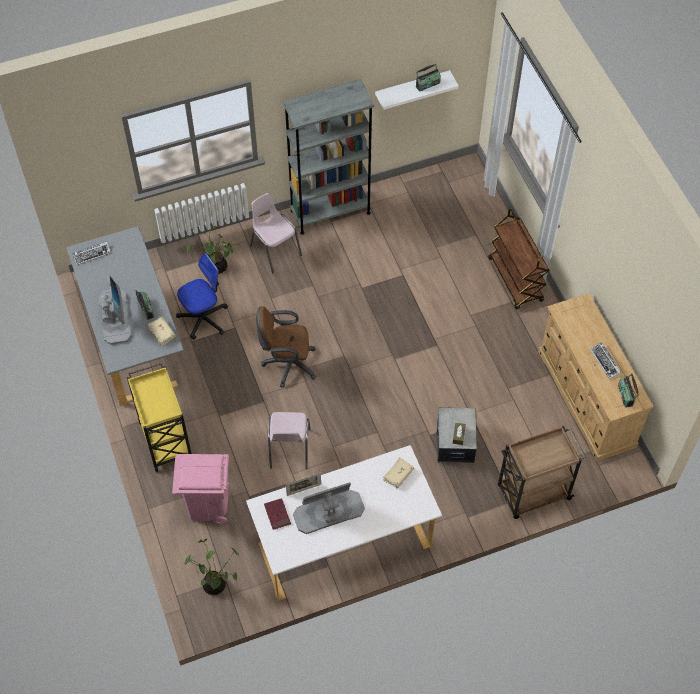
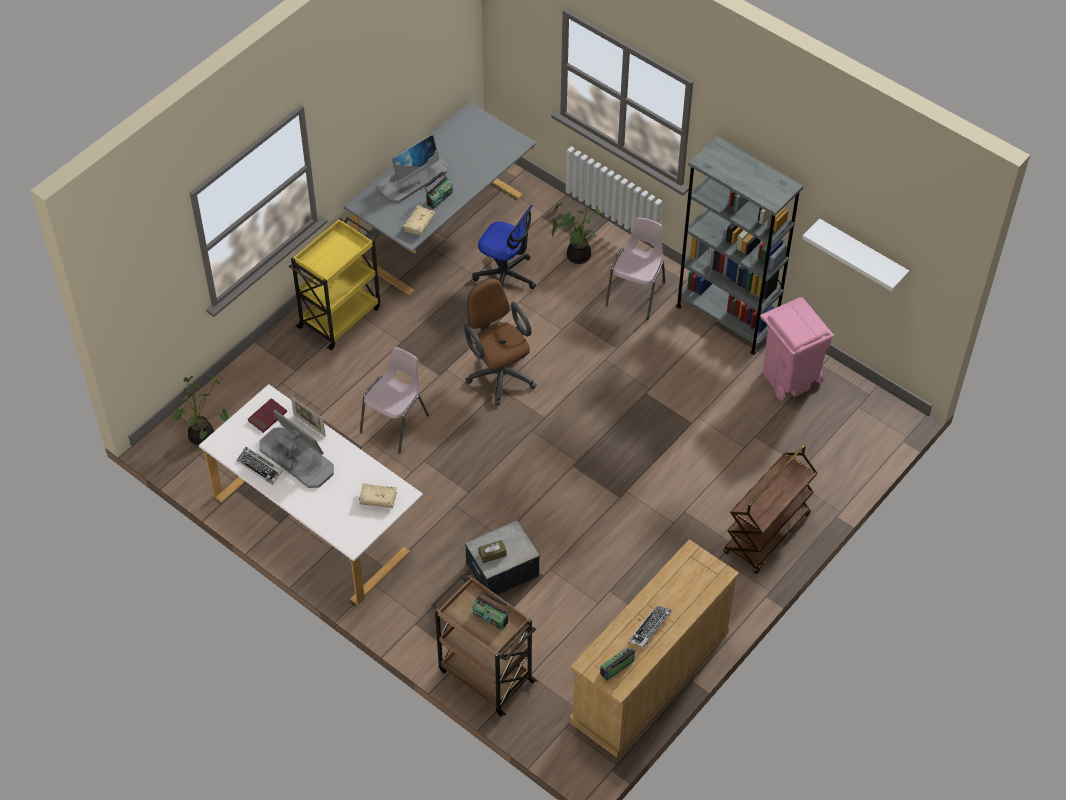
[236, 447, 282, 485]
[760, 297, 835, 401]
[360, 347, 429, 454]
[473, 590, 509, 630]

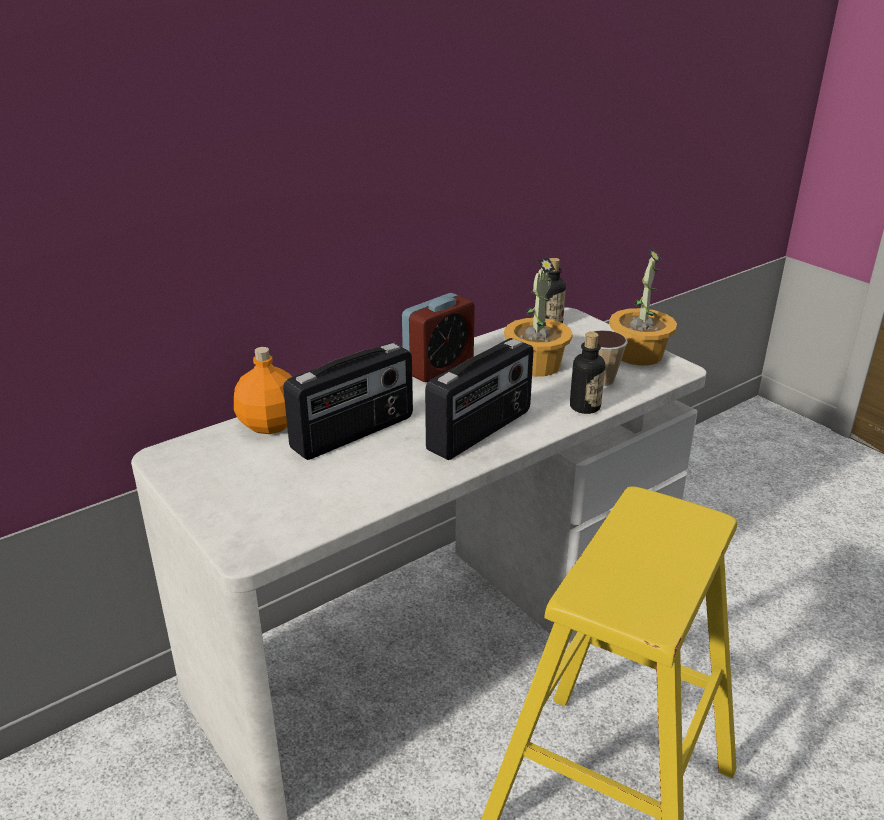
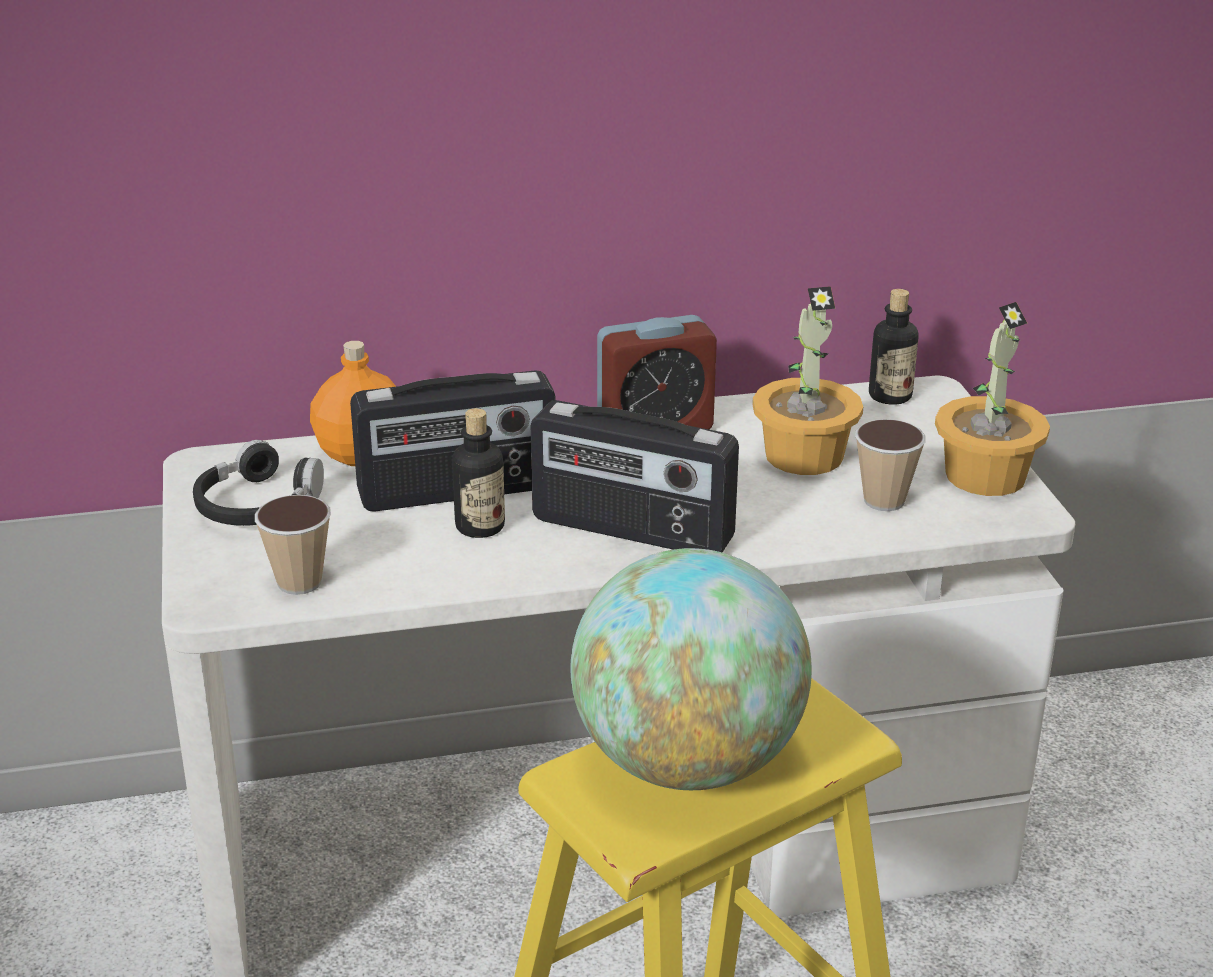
[531, 400, 739, 552]
[452, 408, 505, 538]
[193, 440, 324, 526]
[255, 495, 331, 595]
[571, 548, 812, 790]

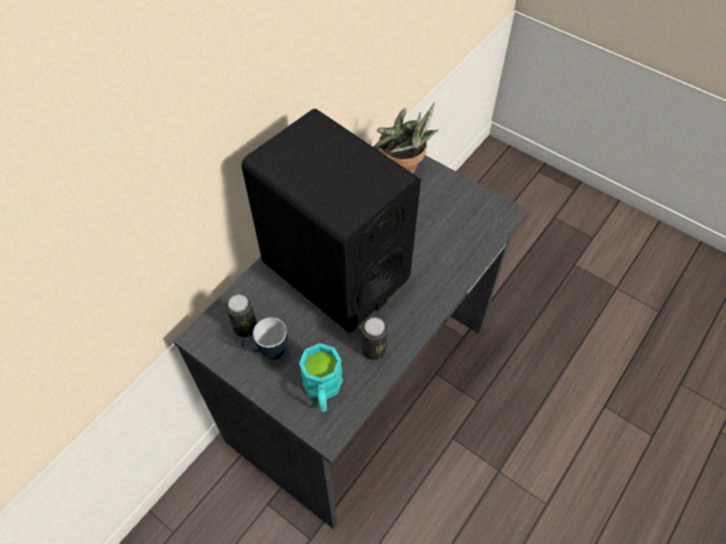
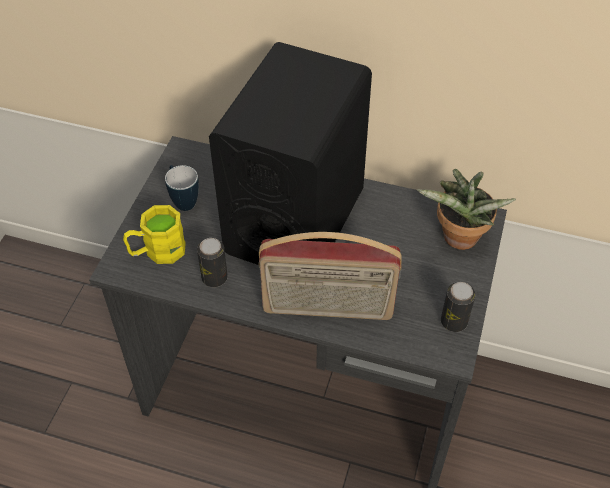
[441, 282, 475, 332]
[123, 205, 186, 264]
[258, 232, 402, 320]

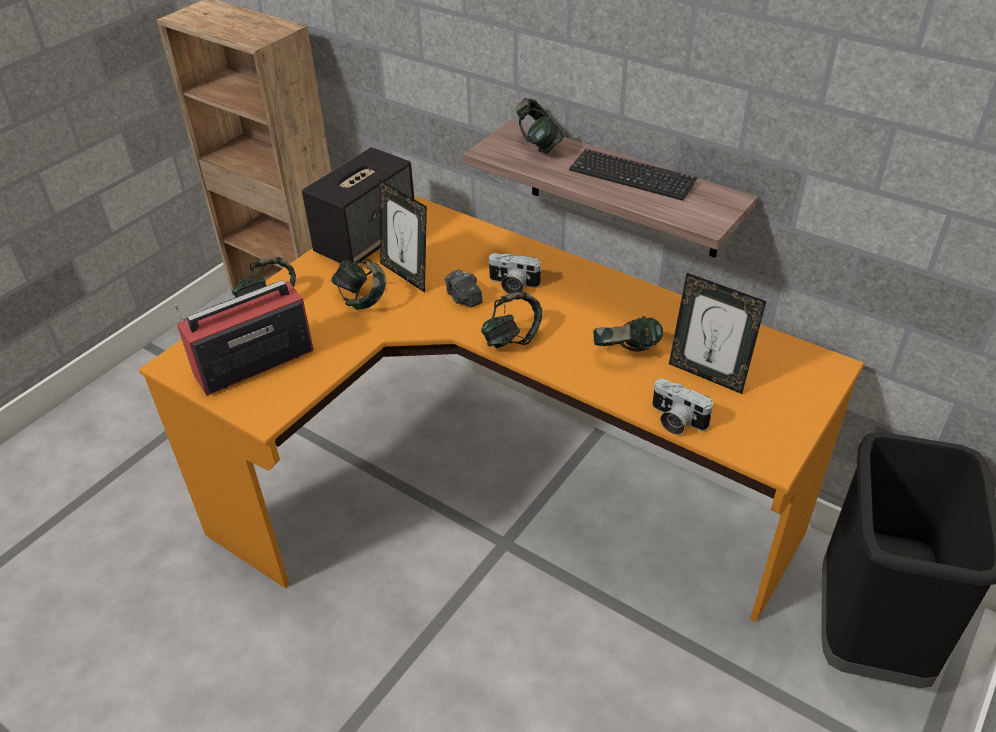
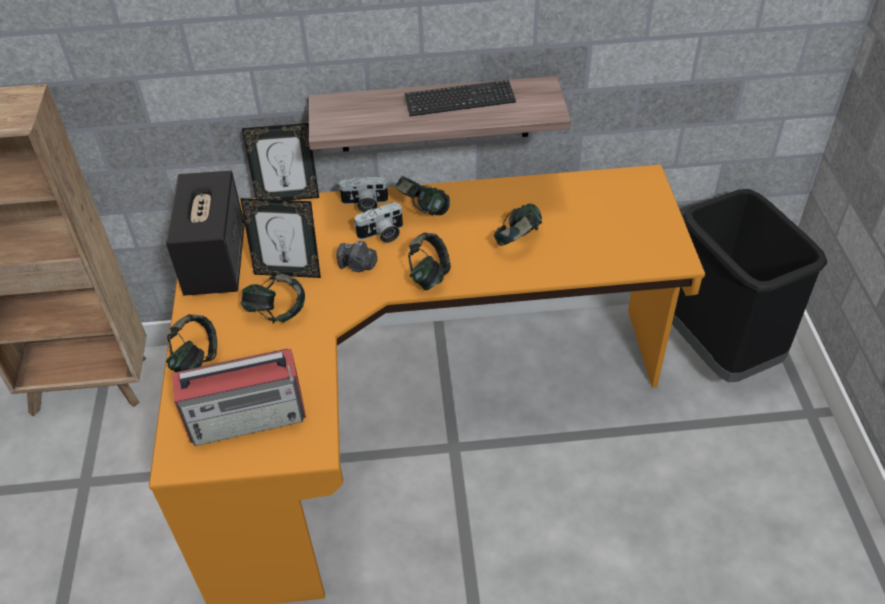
[172, 349, 306, 446]
[395, 176, 450, 216]
[338, 176, 389, 213]
[242, 123, 319, 200]

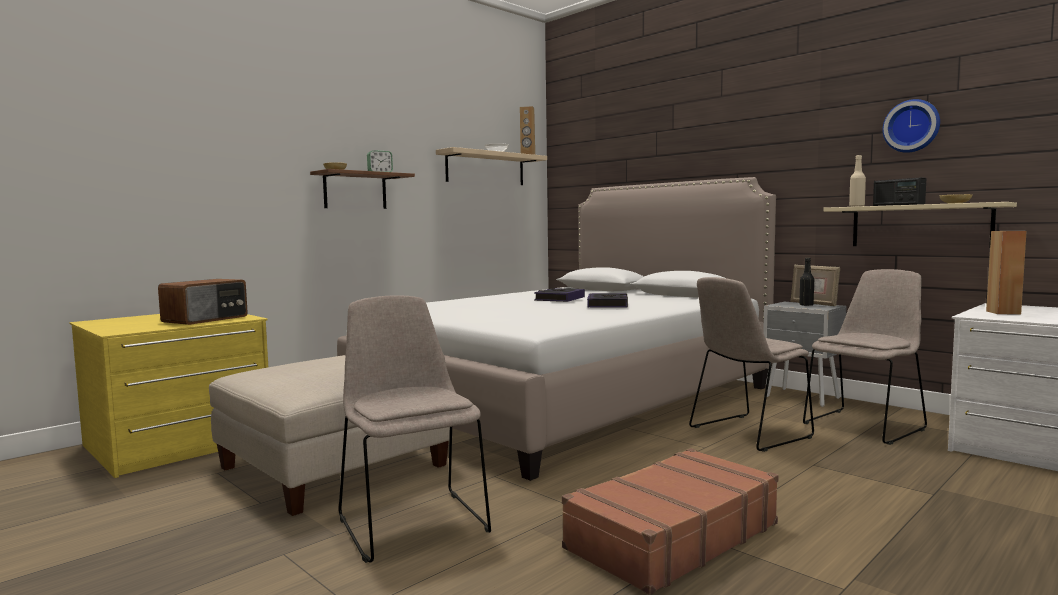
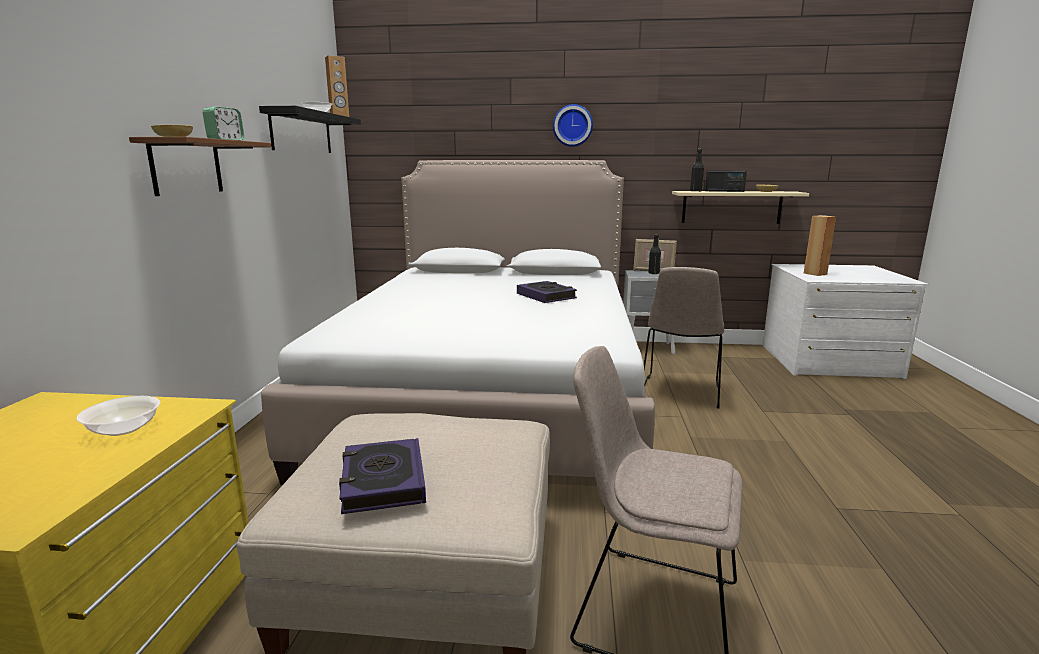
[77, 396, 160, 436]
[259, 106, 361, 153]
[339, 438, 426, 514]
[562, 448, 779, 595] (first image)
[803, 269, 927, 445] (first image)
[690, 149, 704, 191]
[553, 104, 593, 147]

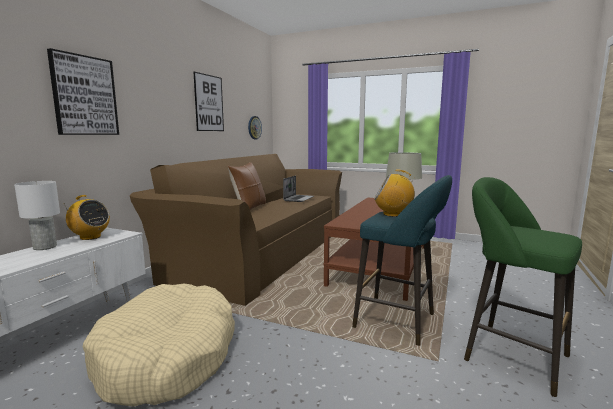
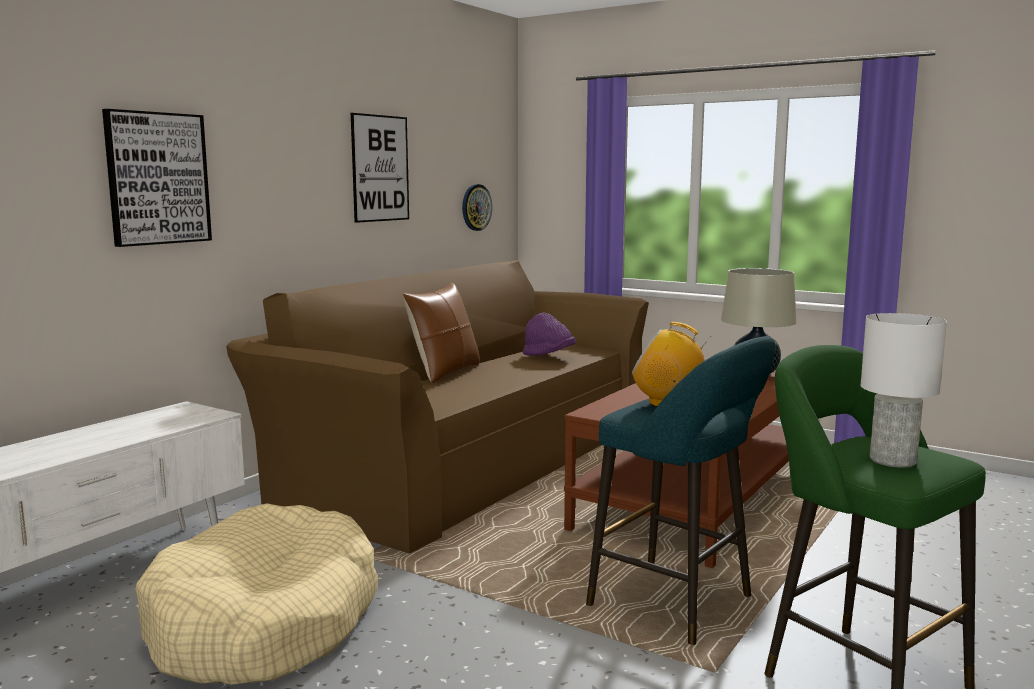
[861, 313, 947, 468]
[63, 195, 110, 240] (first image)
[523, 313, 576, 356]

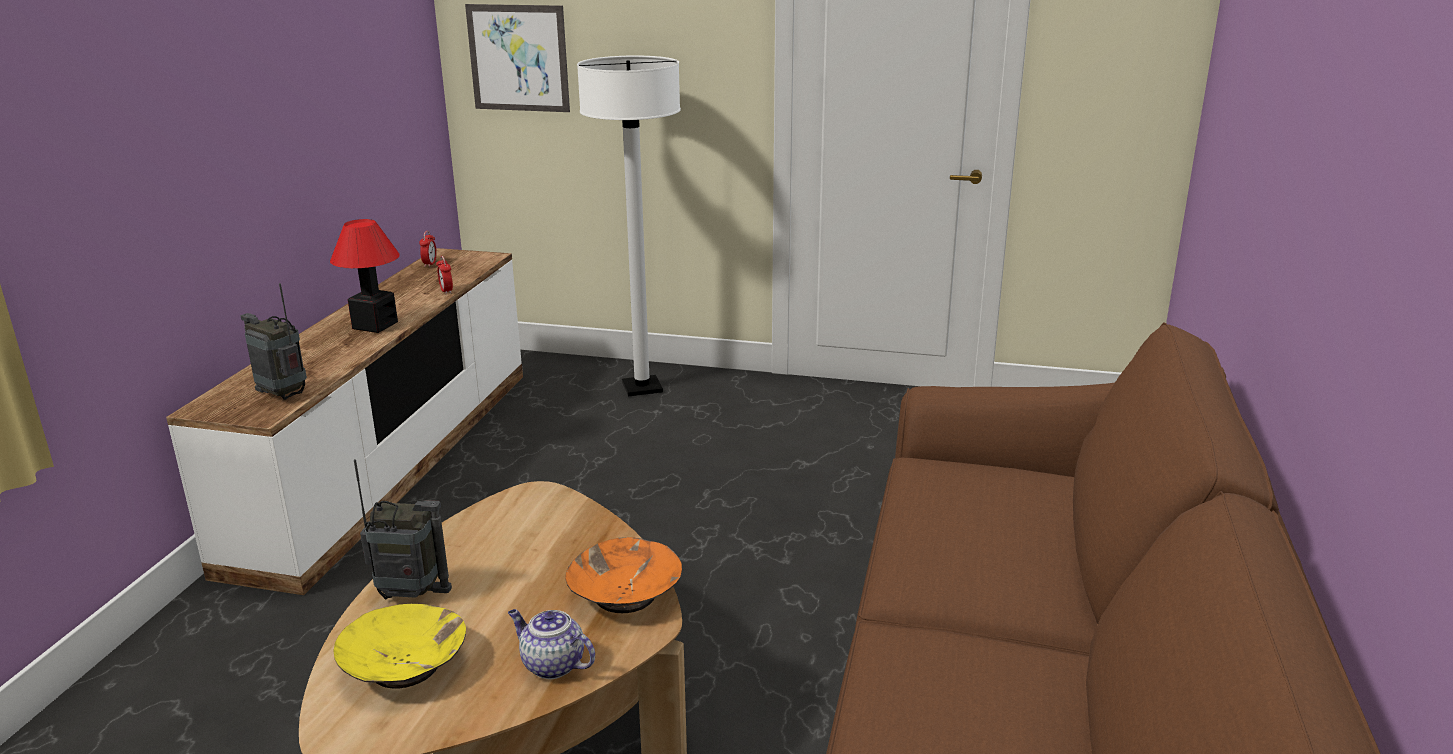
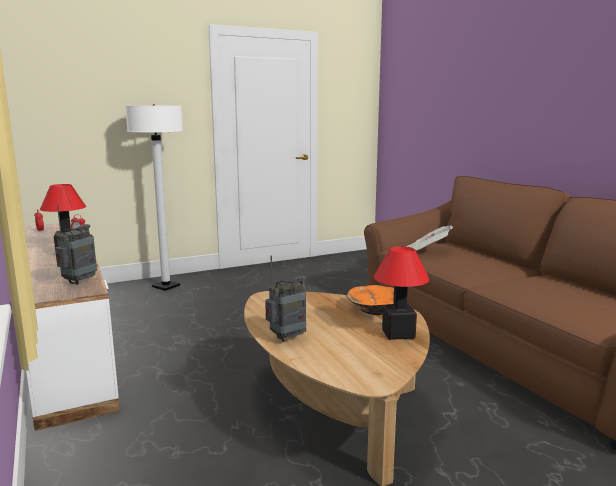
[55, 204, 97, 285]
[333, 604, 466, 688] (first image)
[465, 4, 570, 112] (first image)
[374, 246, 429, 340]
[406, 226, 453, 251]

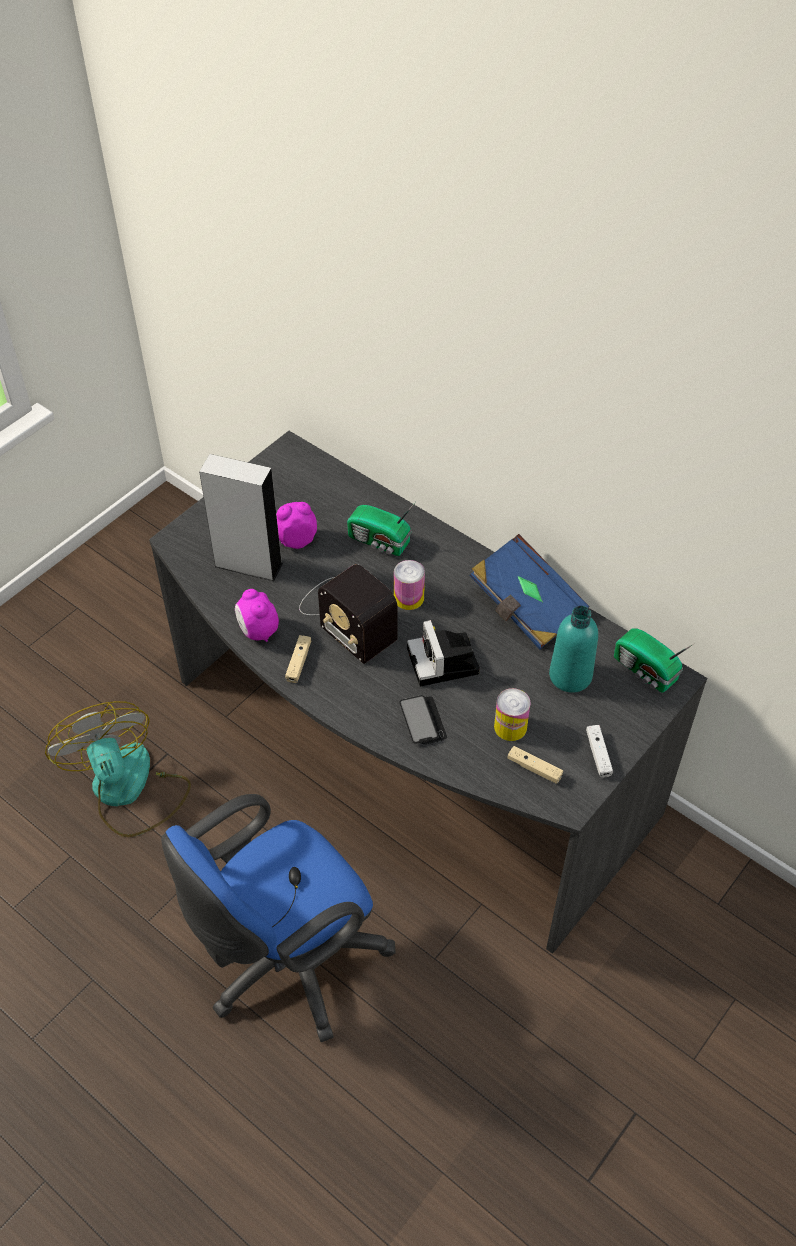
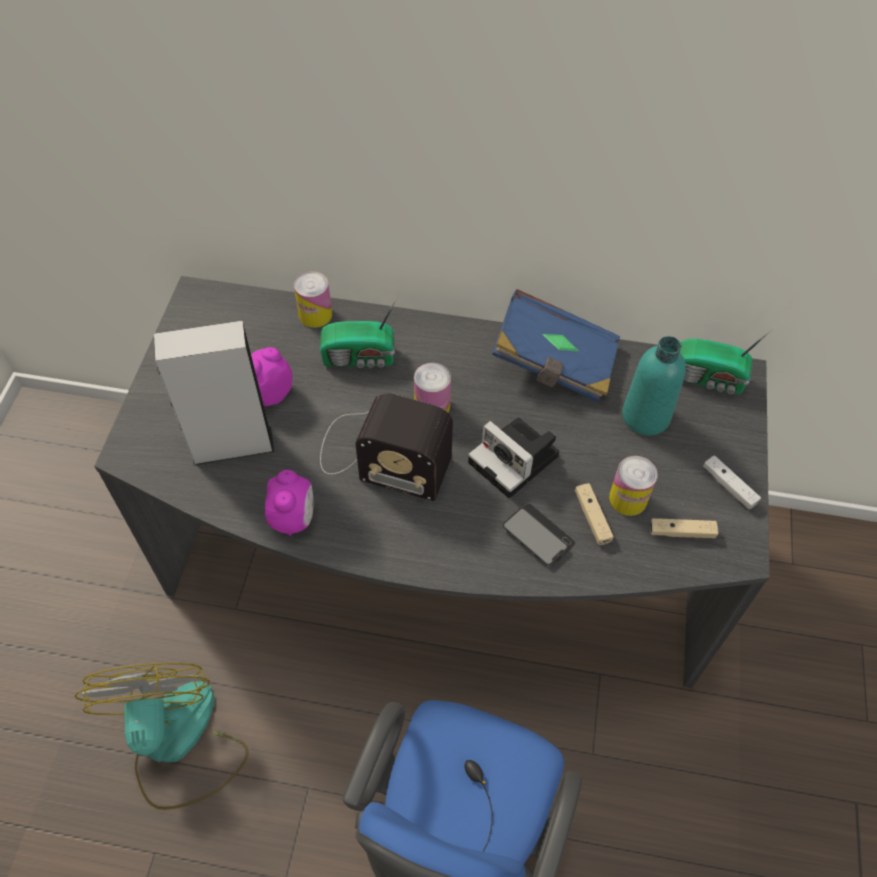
[74, 663, 249, 810]
[265, 470, 314, 536]
[575, 483, 614, 545]
[294, 271, 332, 328]

